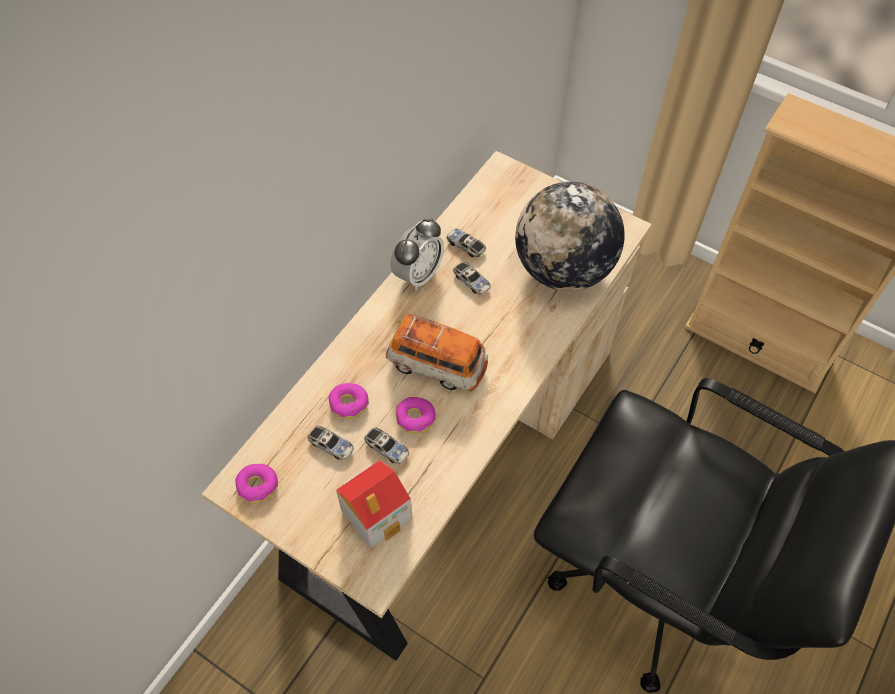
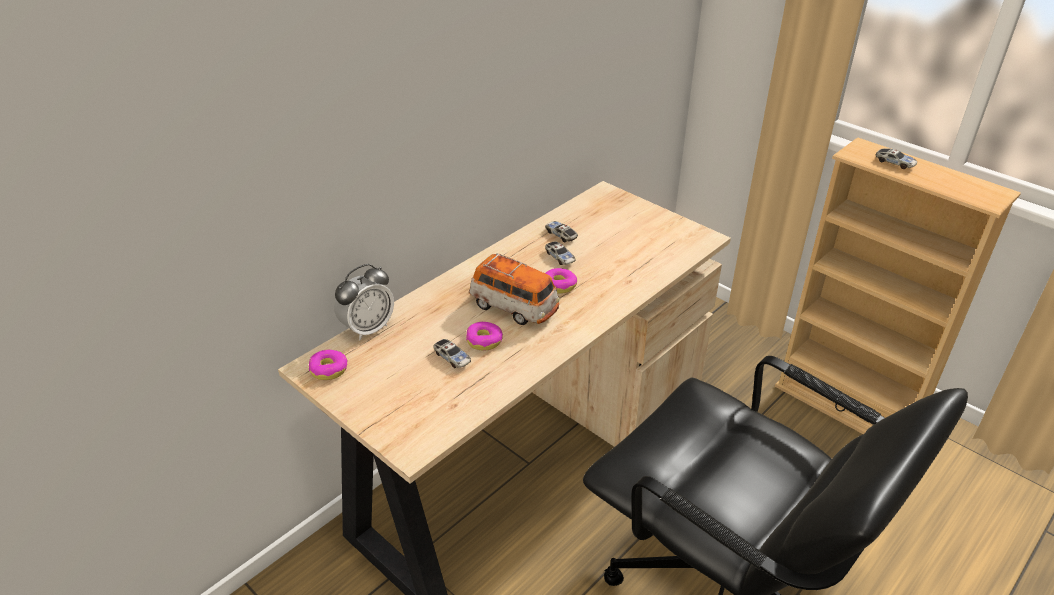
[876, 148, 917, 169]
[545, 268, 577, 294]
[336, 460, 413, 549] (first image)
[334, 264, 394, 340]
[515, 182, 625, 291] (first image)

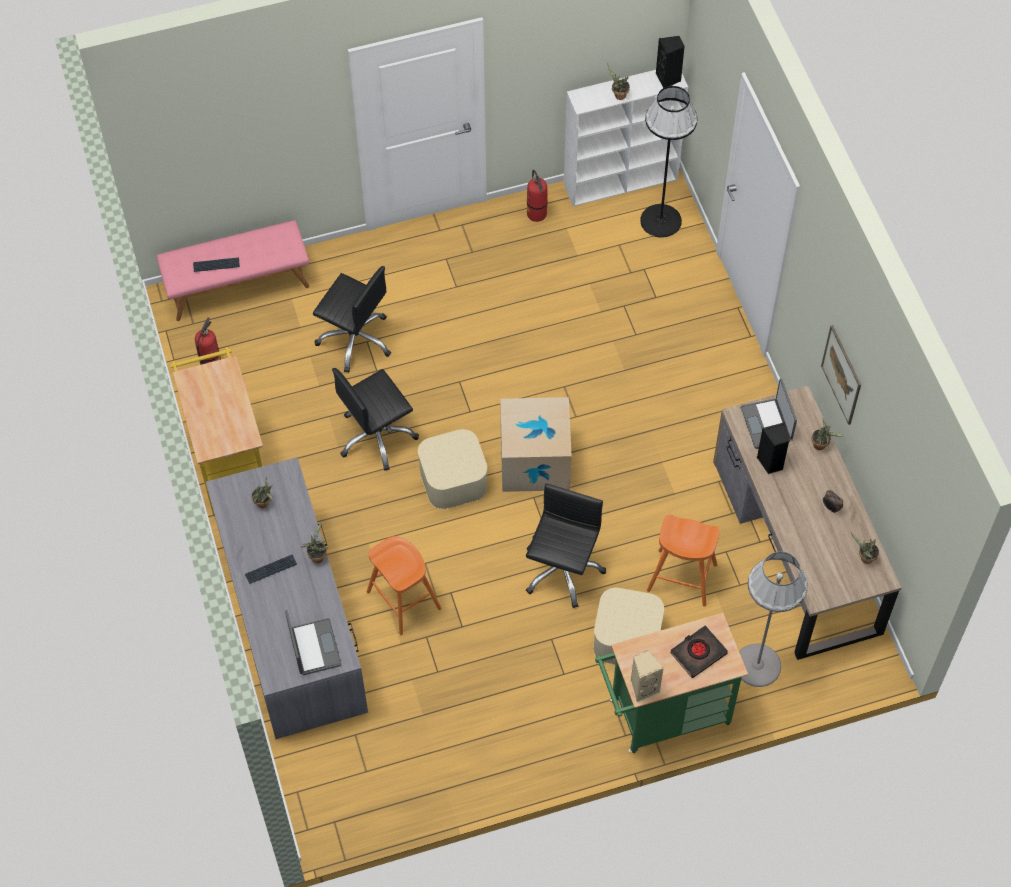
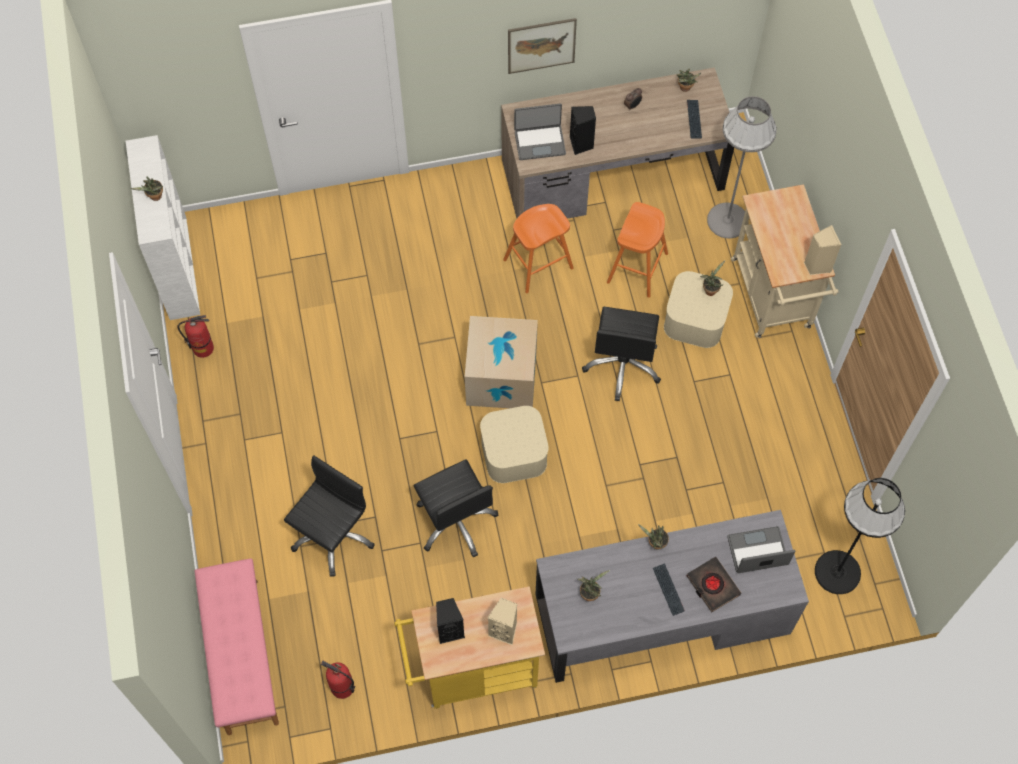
[687, 100, 702, 139]
[503, 204, 574, 293]
[582, 307, 661, 401]
[731, 184, 838, 338]
[815, 478, 905, 594]
[436, 598, 465, 644]
[687, 557, 741, 613]
[700, 261, 725, 296]
[488, 598, 517, 645]

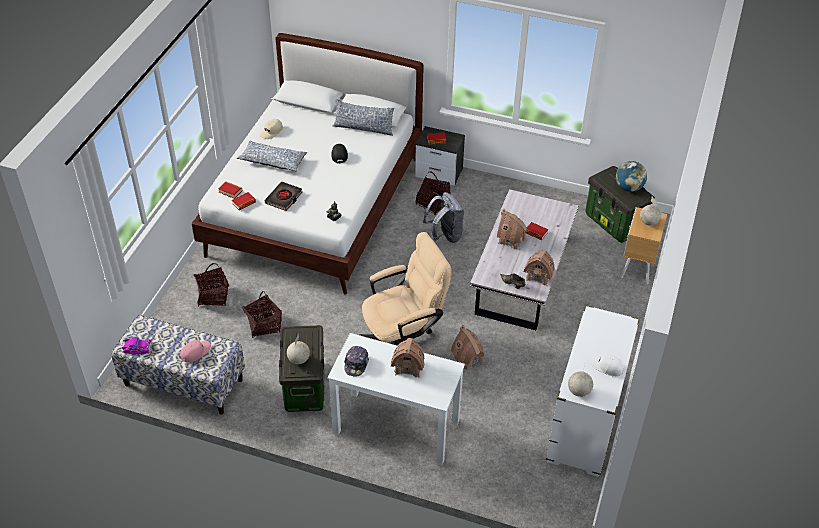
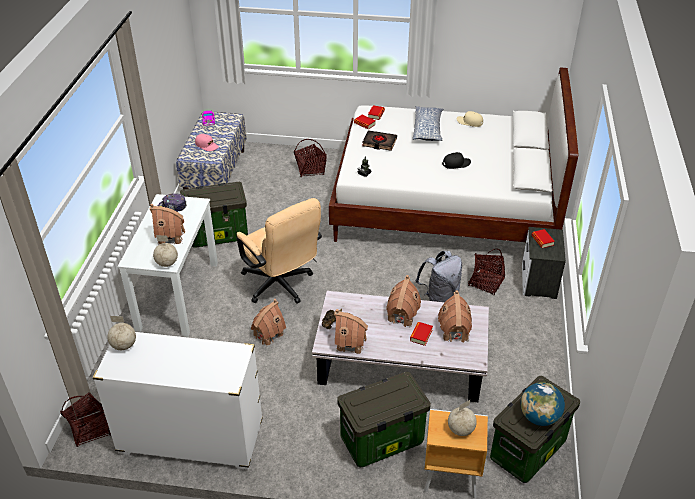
[60, 392, 111, 447]
[153, 235, 178, 267]
[333, 99, 395, 136] (first image)
[590, 353, 624, 377] (first image)
[337, 372, 431, 467]
[438, 290, 472, 342]

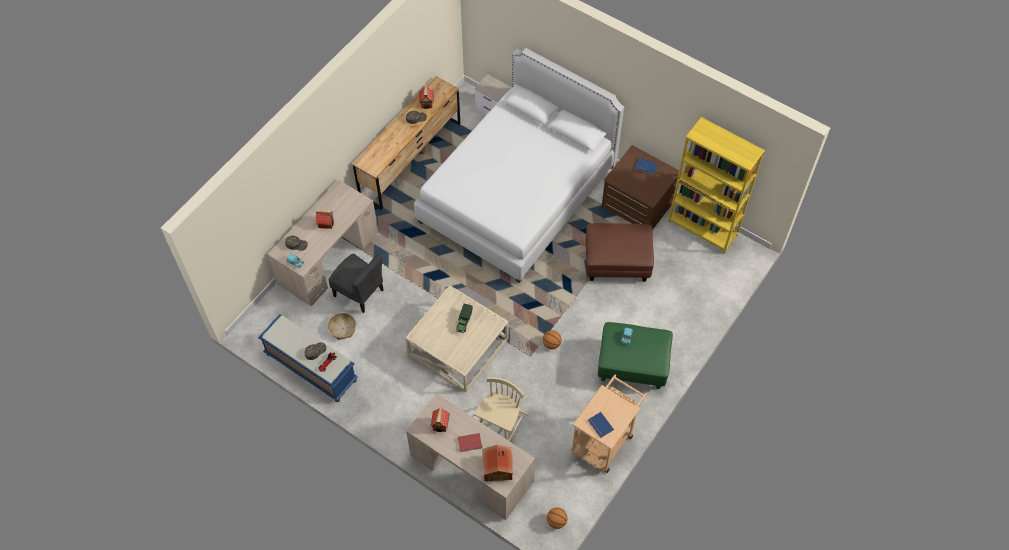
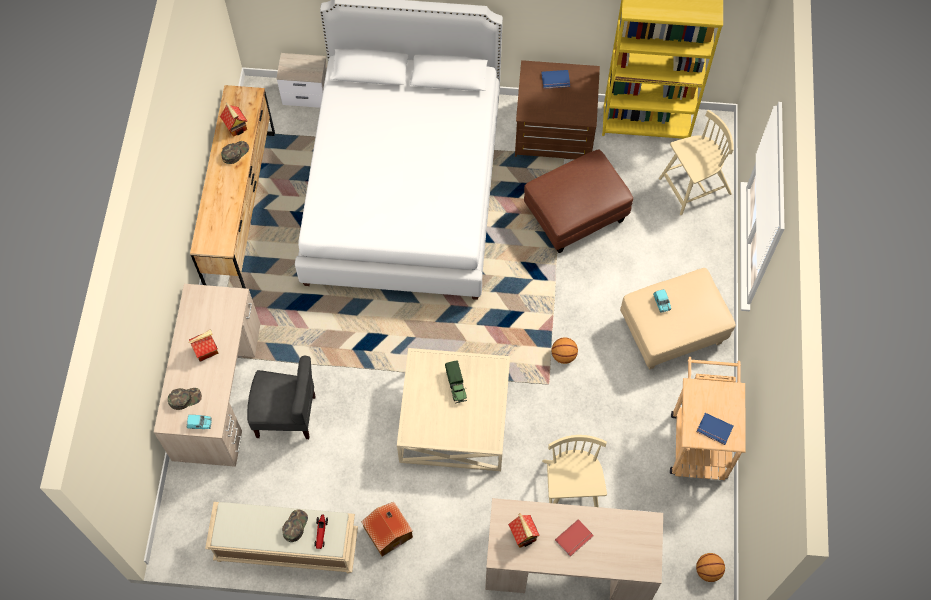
[205, 502, 358, 573]
[328, 313, 356, 340] (first image)
[361, 502, 413, 557]
[620, 268, 736, 370]
[659, 110, 734, 215]

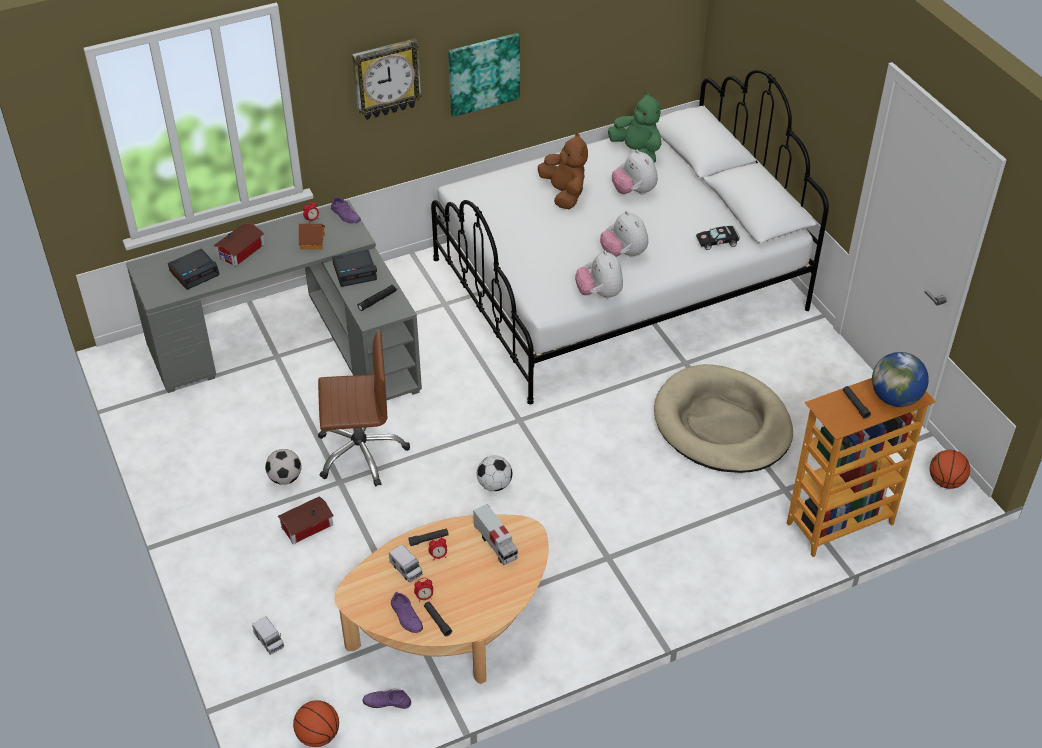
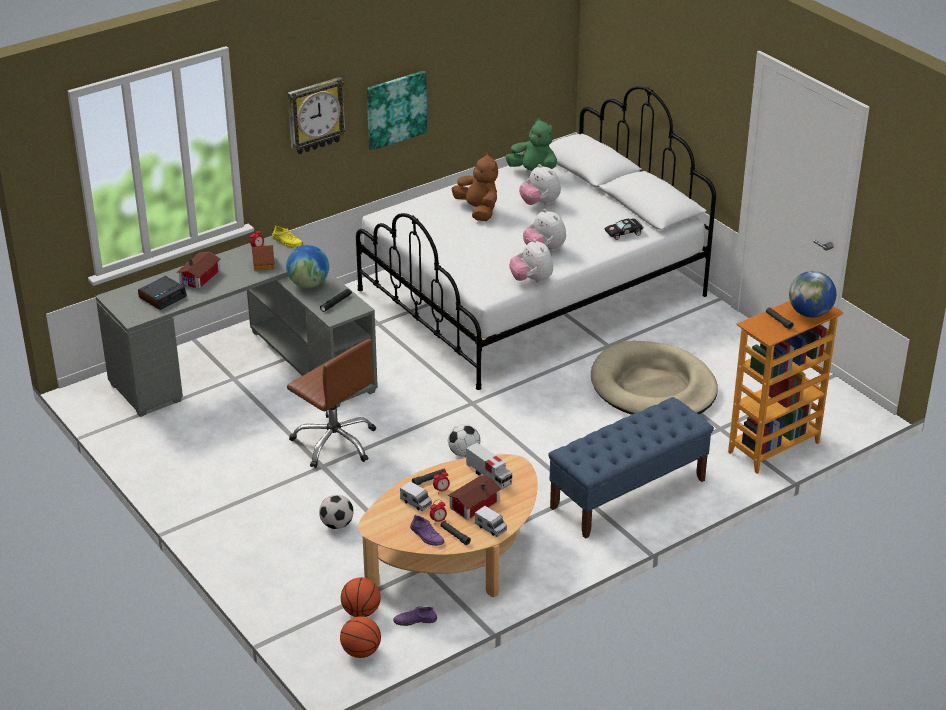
[475, 506, 507, 537]
[319, 495, 354, 529]
[447, 475, 501, 520]
[287, 339, 376, 468]
[272, 225, 303, 247]
[286, 245, 329, 288]
[341, 577, 381, 617]
[548, 397, 714, 539]

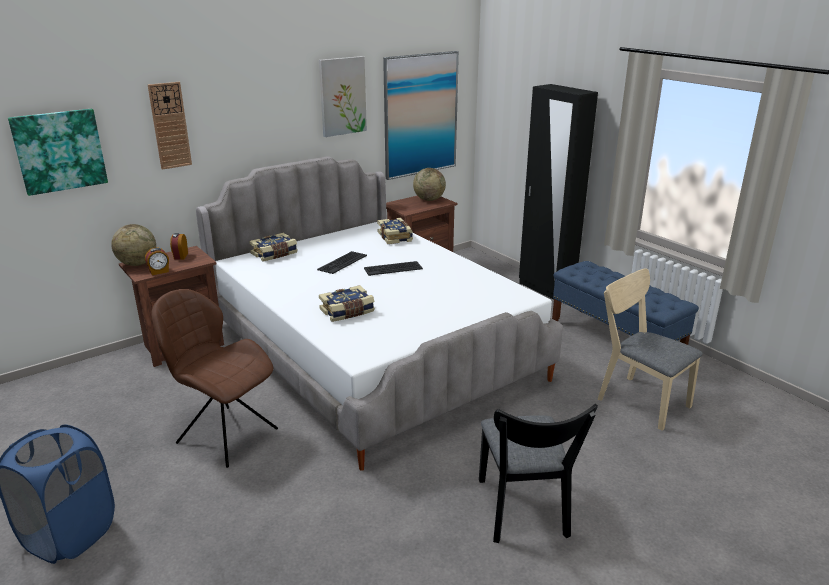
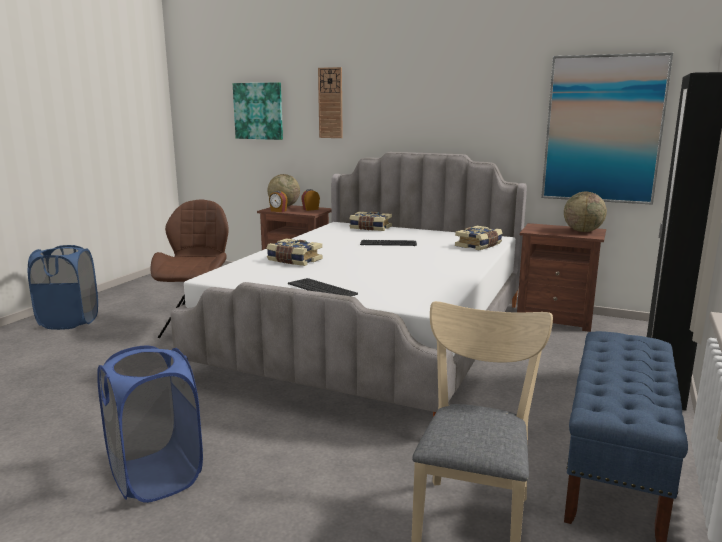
[319, 56, 367, 137] (first image)
[288, 278, 358, 296]
[97, 346, 203, 503]

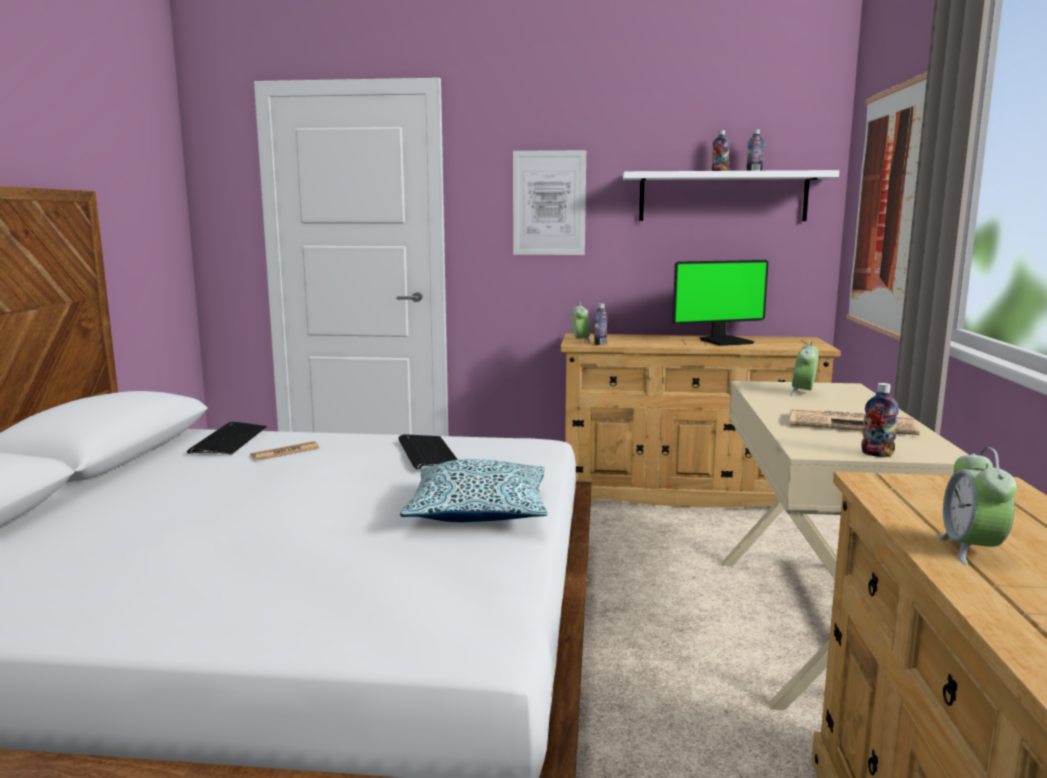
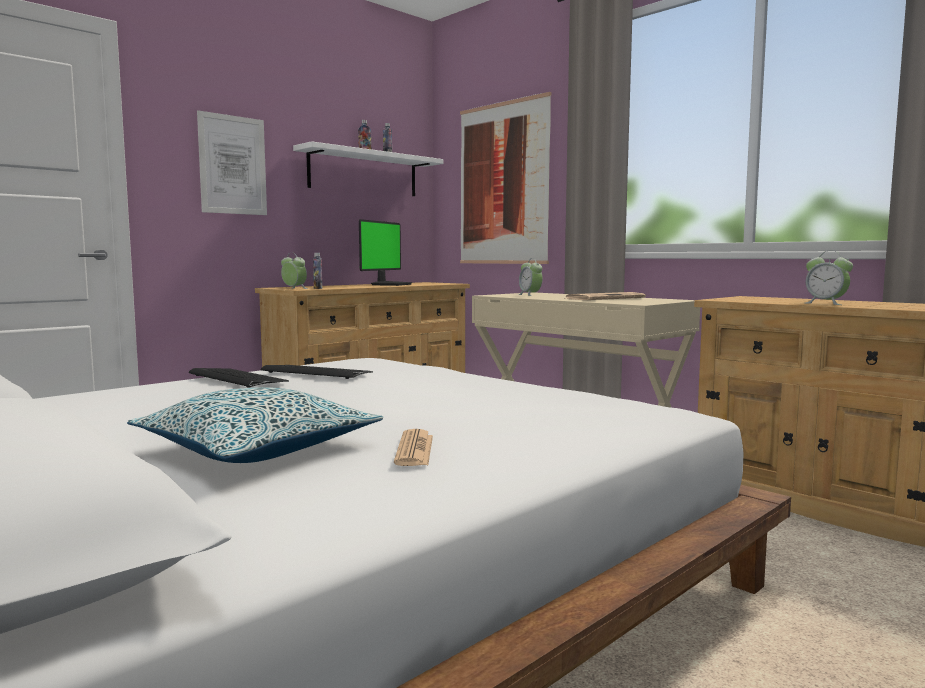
[189, 368, 289, 388]
[394, 429, 433, 466]
[127, 387, 384, 463]
[861, 383, 899, 457] (first image)

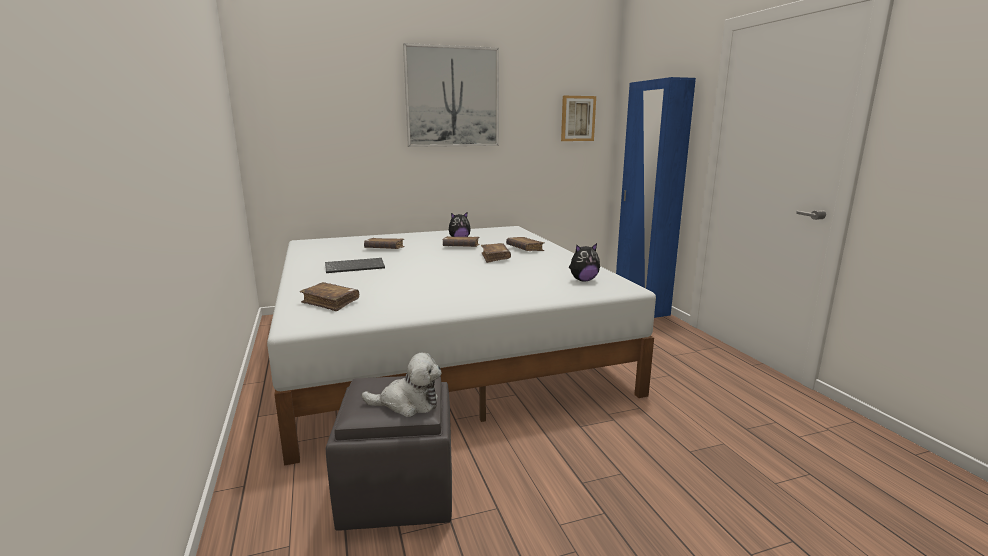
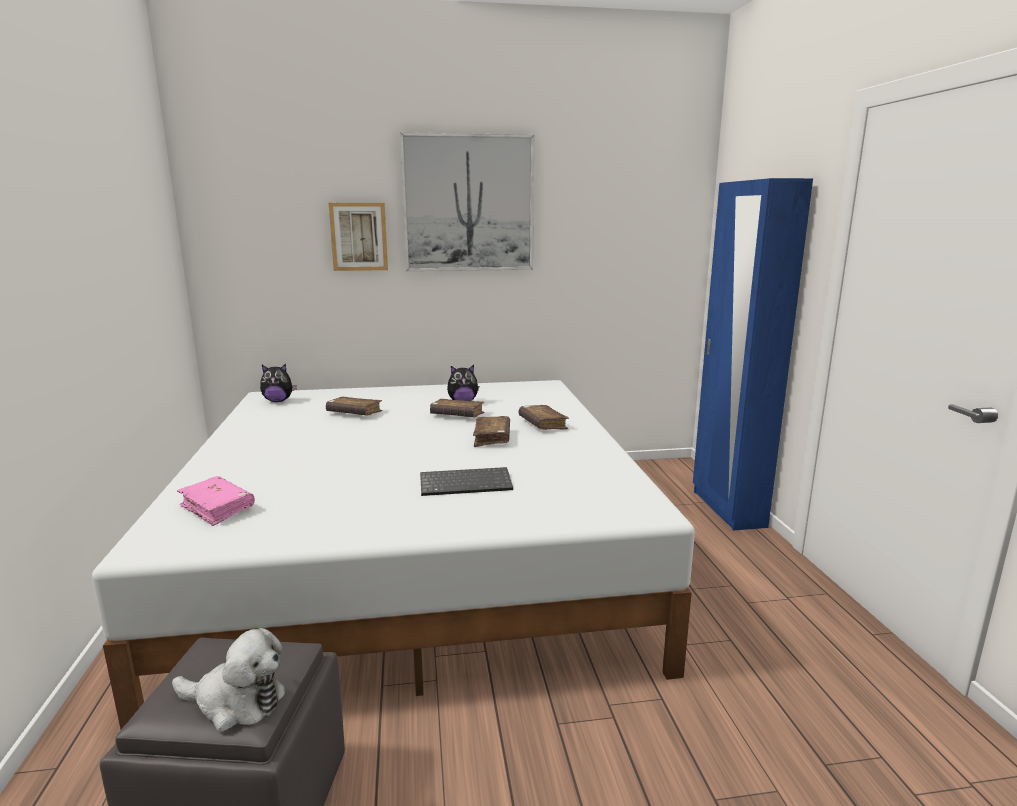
[177, 476, 255, 526]
[420, 467, 513, 496]
[329, 203, 388, 271]
[260, 364, 297, 402]

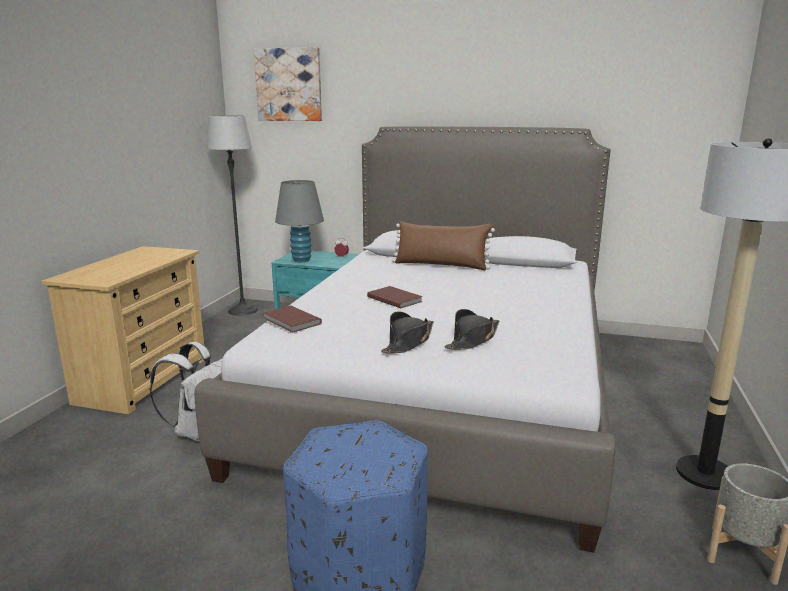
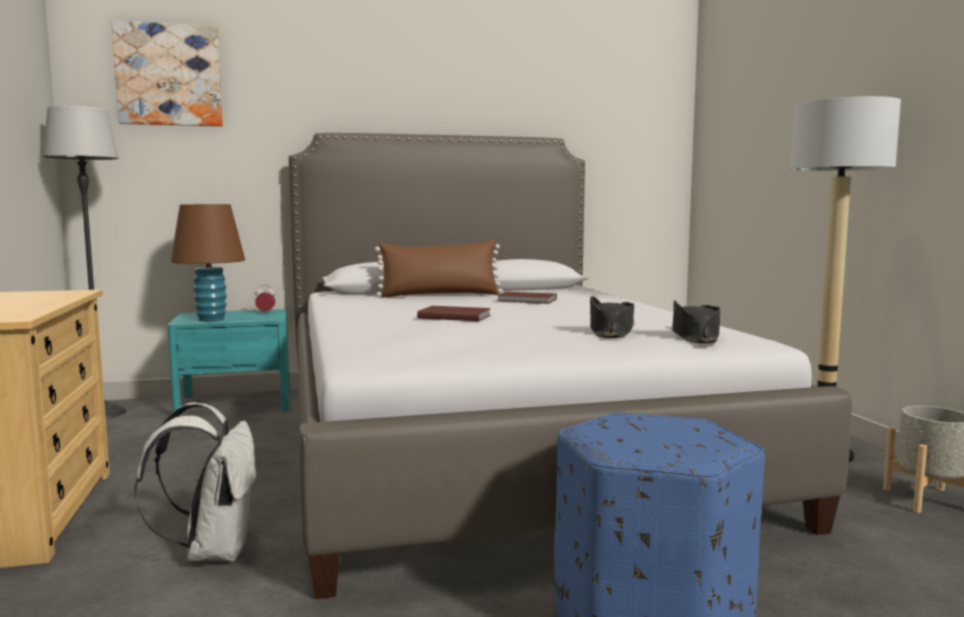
[497, 292, 557, 304]
[170, 204, 245, 321]
[672, 300, 720, 343]

